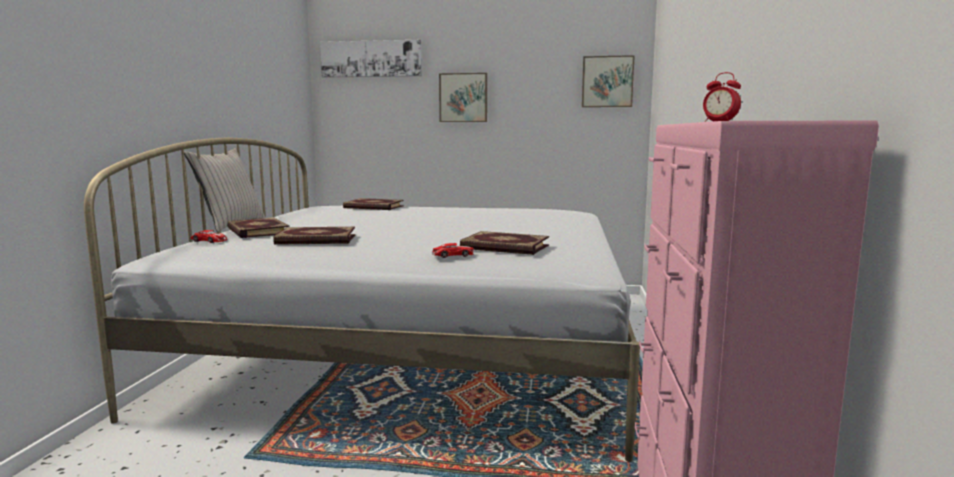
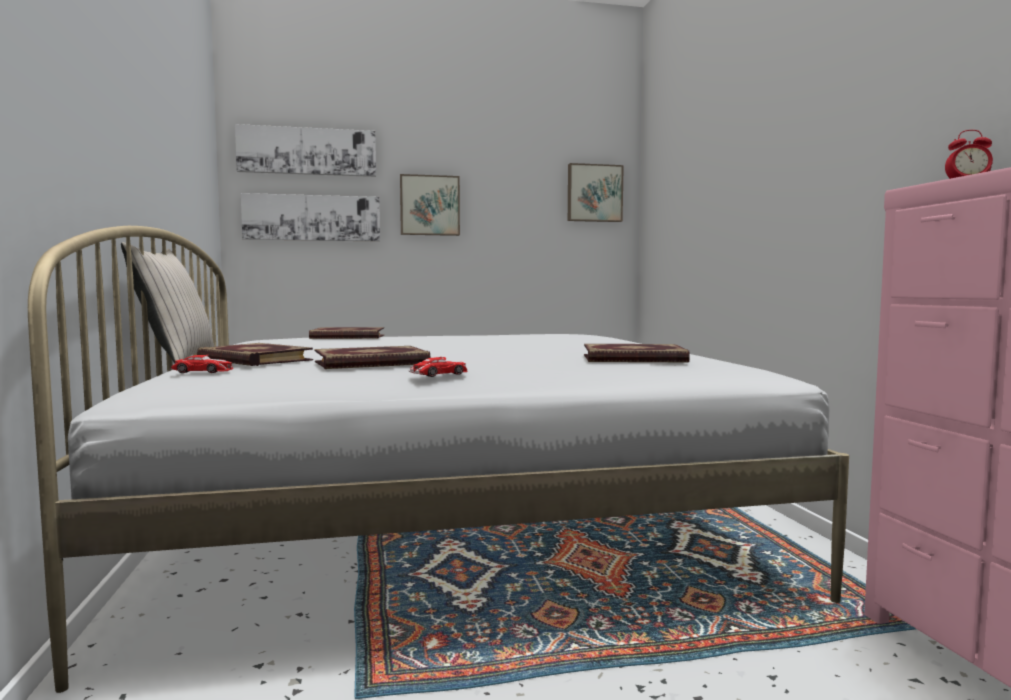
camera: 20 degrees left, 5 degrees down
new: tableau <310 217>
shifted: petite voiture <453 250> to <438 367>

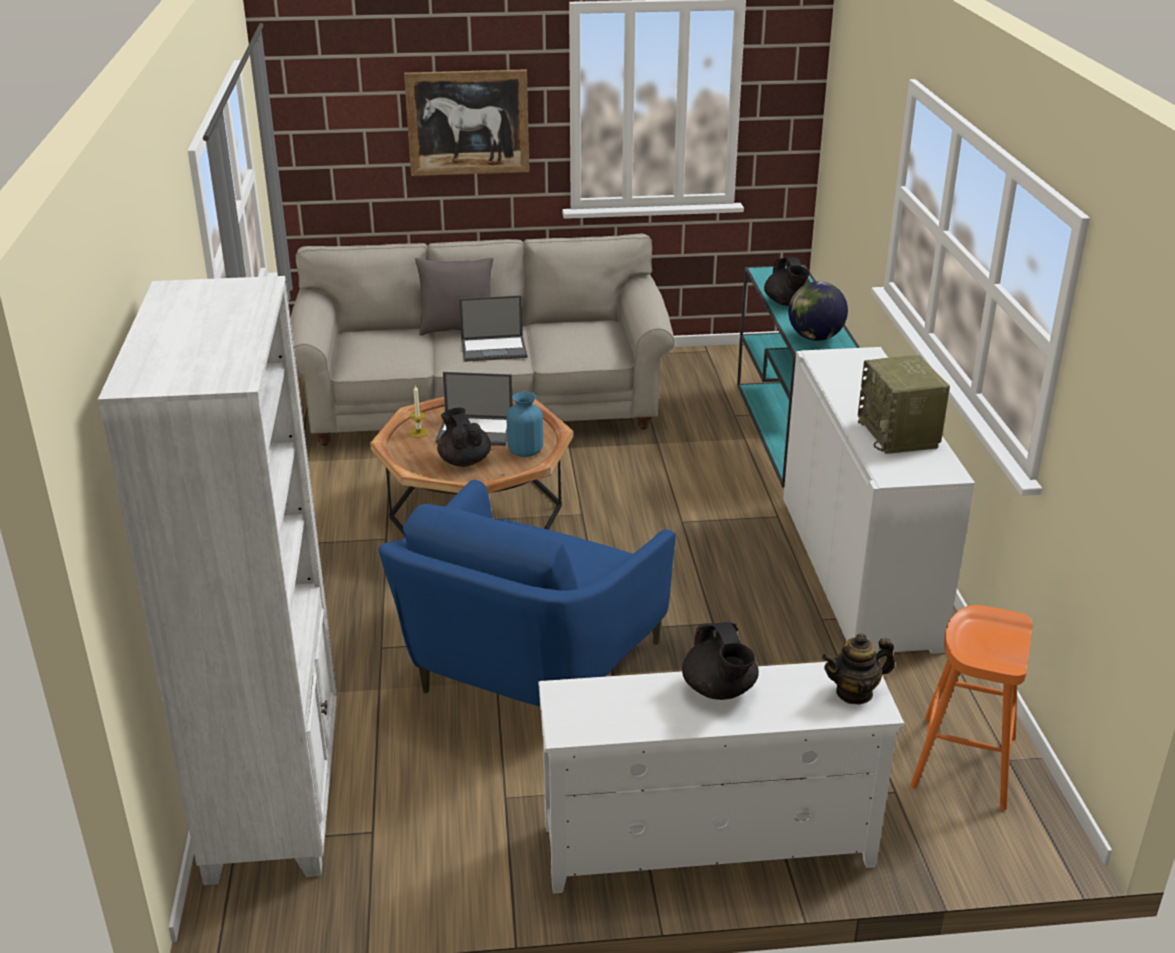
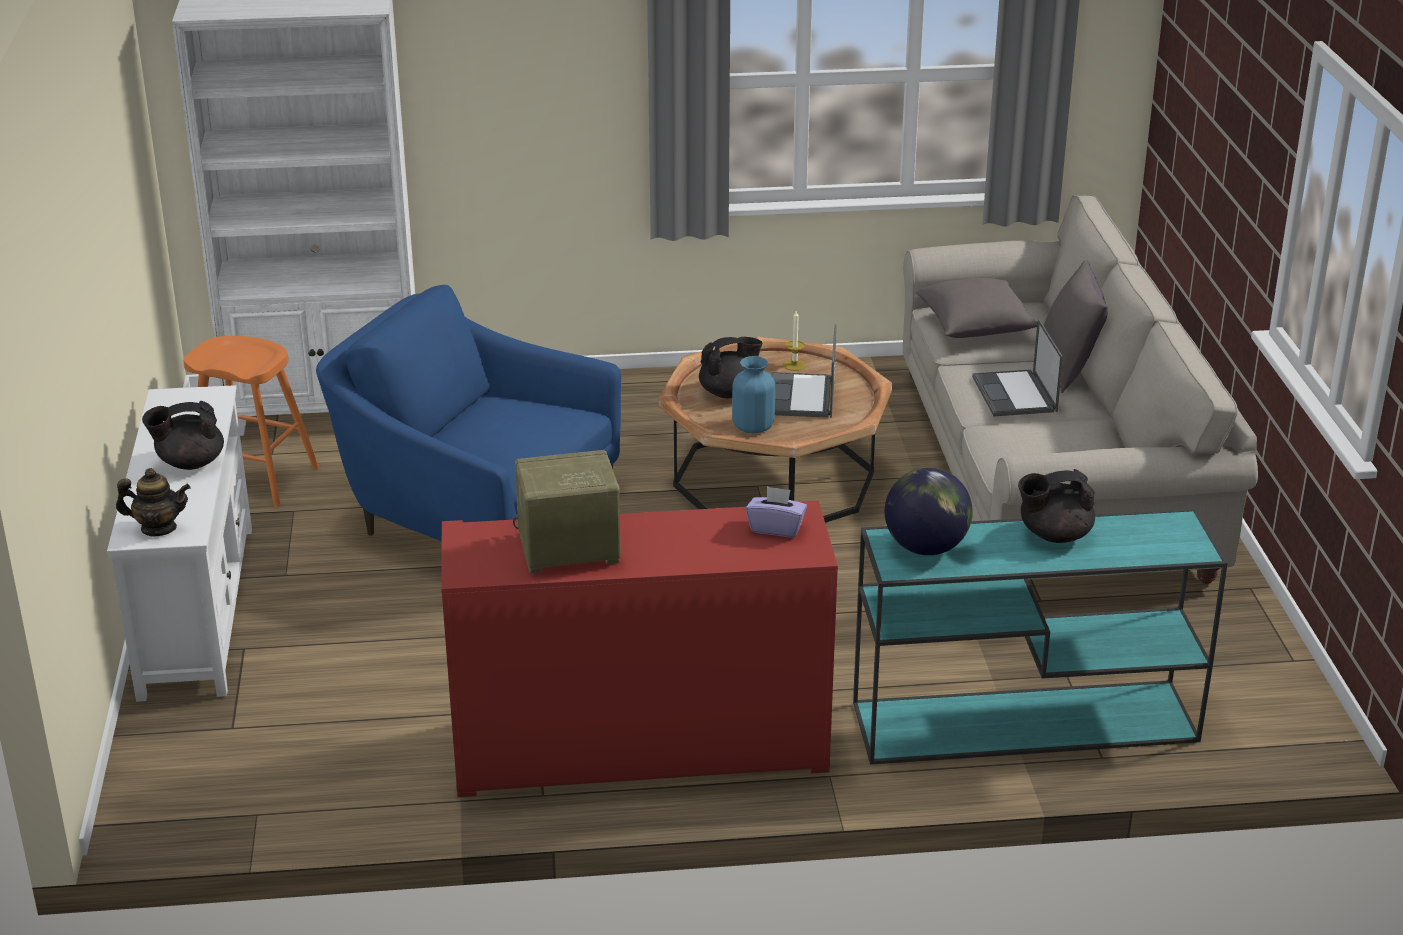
camera: 90 degrees right, 0 degrees up
gone: tableau <466 122>
new: boîte à mouchoirs/violet <776 512>; coussin/gris <976 308>
shifted: tabouret/orange <971 707> to <251 421>
repainted: meuble de rangement/blanc <879 500> to meuble de rangement/rouge <639 649>
rotated: théière <858 668> = <153 502> 105 degrees clockwise

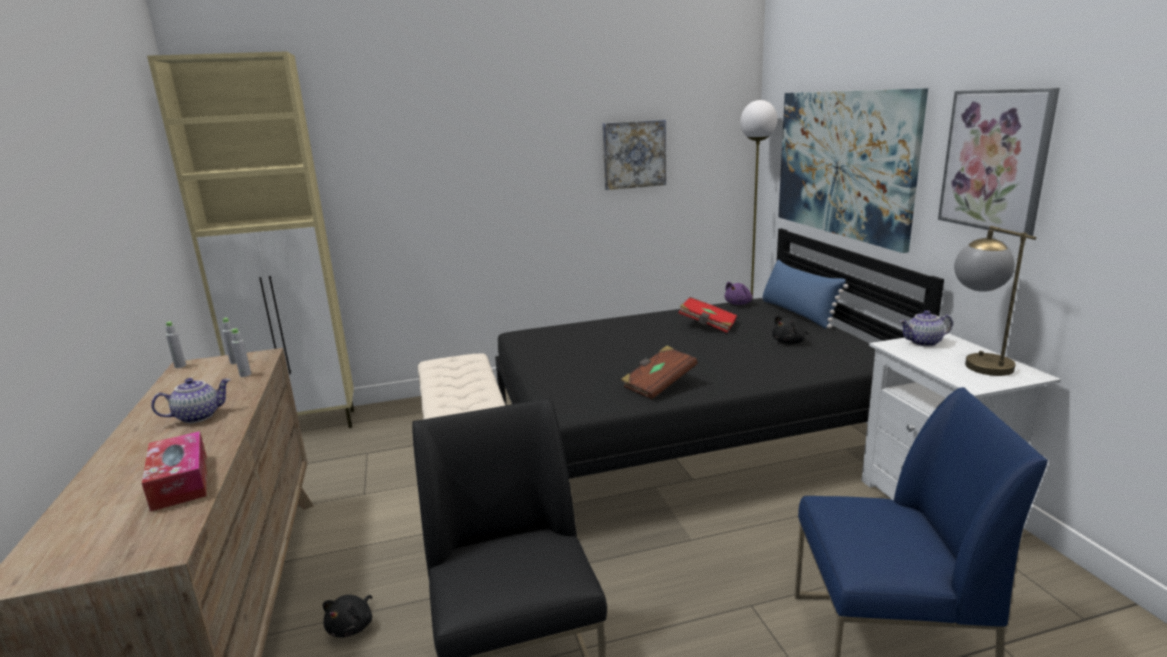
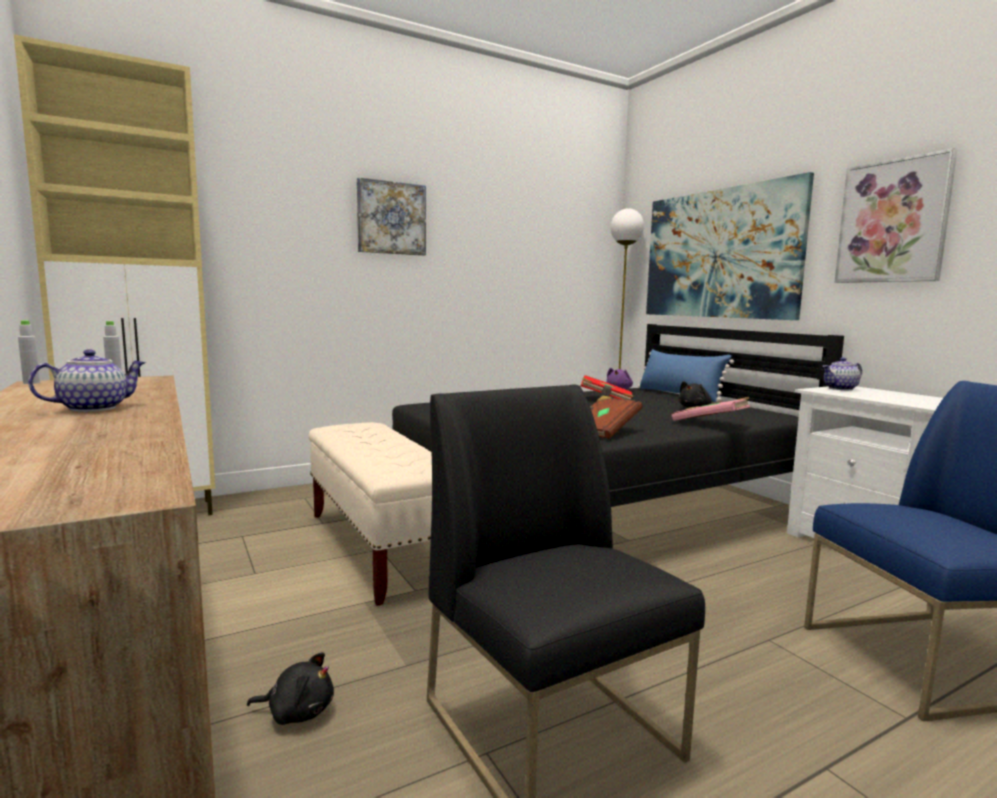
camera: 15 degrees left, 10 degrees down
gone: boîte à mouchoirs <174 471>; bouteille/gris <240 352>; lampe de table <995 301>
new: livre/rose <711 409>
shifted: tableau <634 155> to <391 216>
rotated: peluche/noir <347 616> = <290 688> 90 degrees counterclockwise

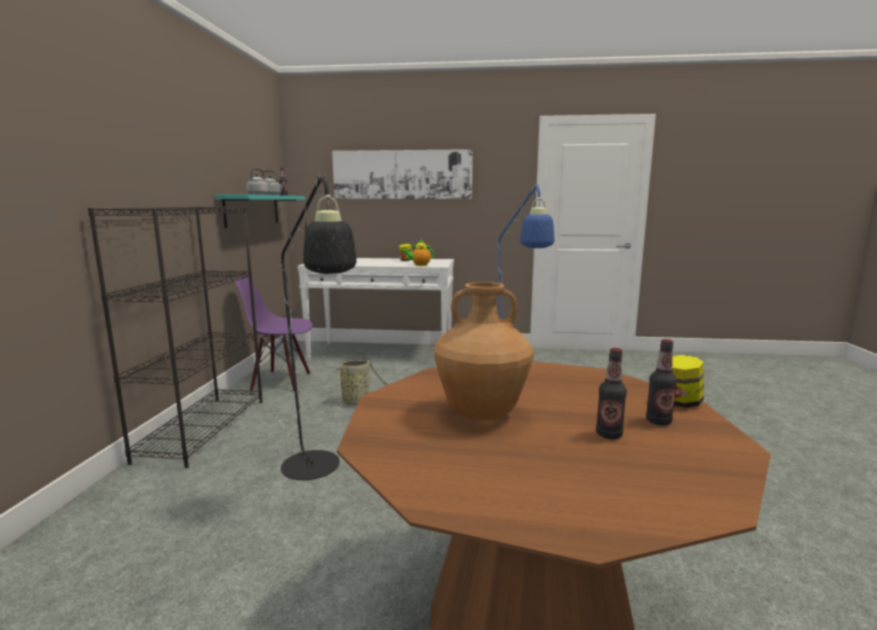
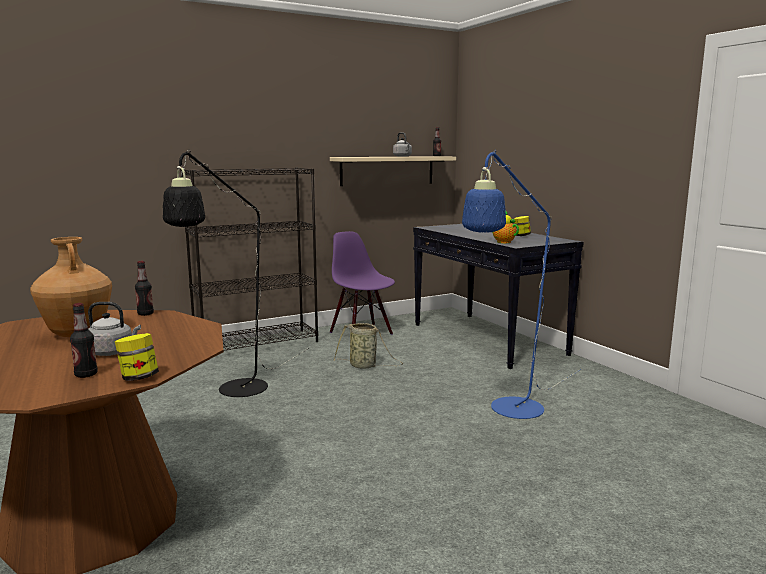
camera: 55 degrees right, 0 degrees up
gone: tableau <402 174>
shifted: bouilloire/gris <259 181> to <114 329>; bouteille <611 393> to <144 288>
repainted: étagère/turquoise <260 211> to étagère/beige <393 171>; table console/blanc <376 309> to table console/noir <498 296>

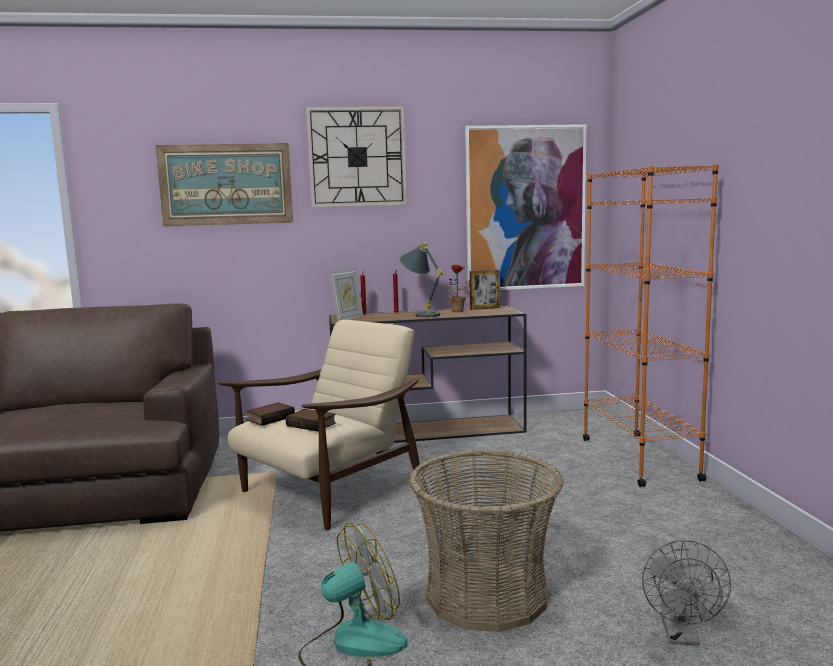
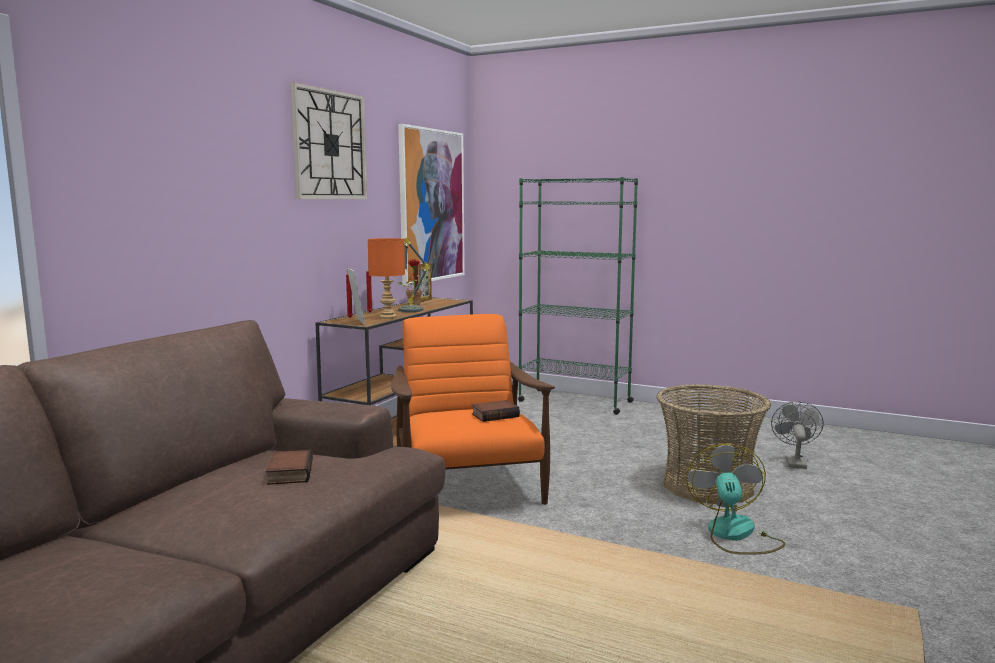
camera: 55 degrees left, 0 degrees up
gone: tableau <224 185>
new: lampe de table/orange <386 278>
shifted: livre <270 414> to <289 467>
repainted: fauteuil/beige <319 425> to fauteuil/orange <473 409>; bibliothèque/orange <651 325> to bibliothèque/vert <578 296>
rotated: ventilateur/gris <686 593> = <797 435> 120 degrees counterclockwise

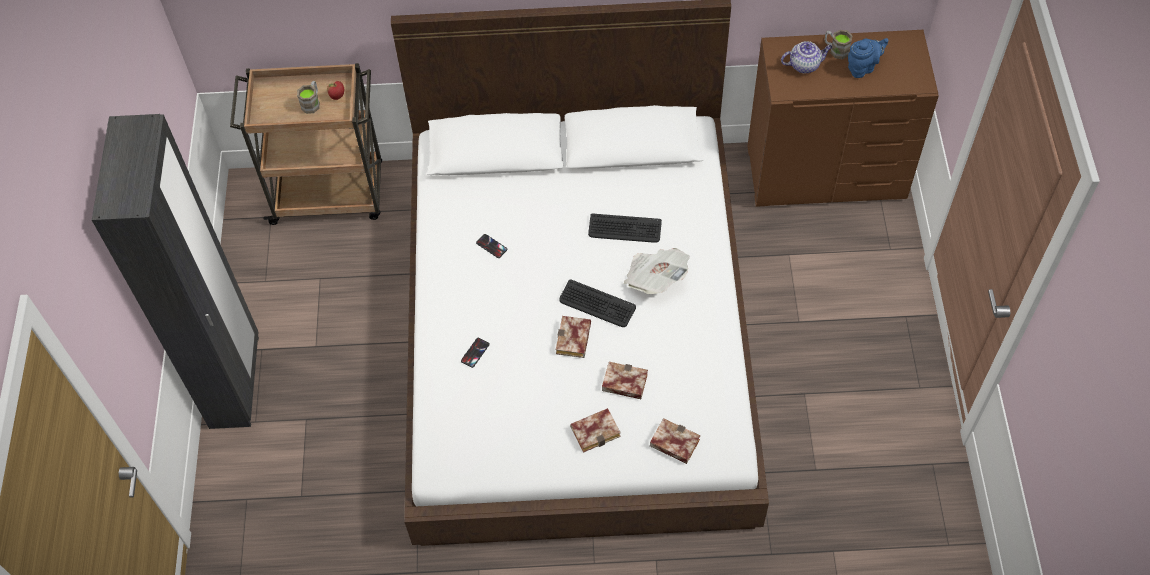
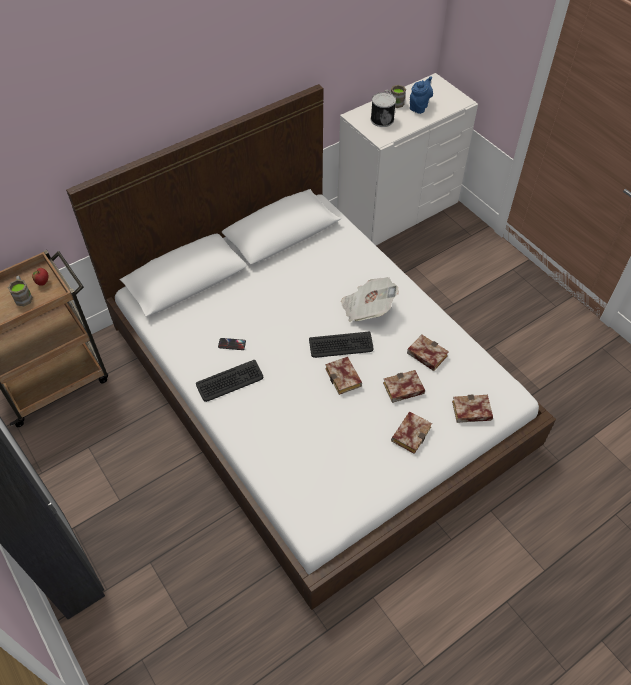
camera: 35 degrees left, 5 degrees down
gone: téléphone <475 352>
new: livre <428 353>
shifted: clavier <625 228> to <229 381>
swapped: théière <806 57> to boîte métallique <383 109>
repainted: commode/marron <843 118> to commode/blanc <407 159>

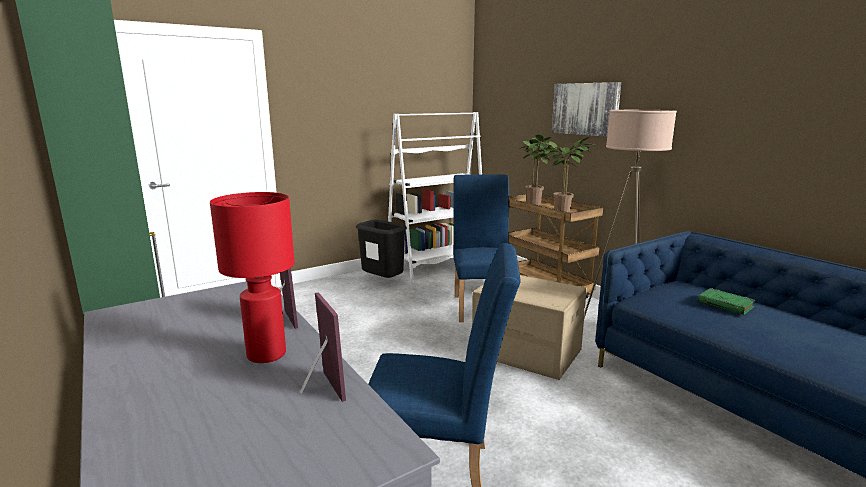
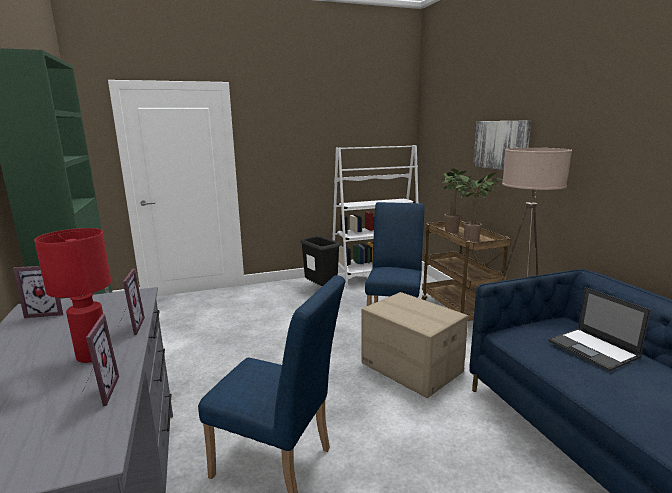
camera: 15 degrees right, 0 degrees up
new: cadre photo <38 292>
swapped: livre/vert <726 301> to ordinateur portable <599 329>

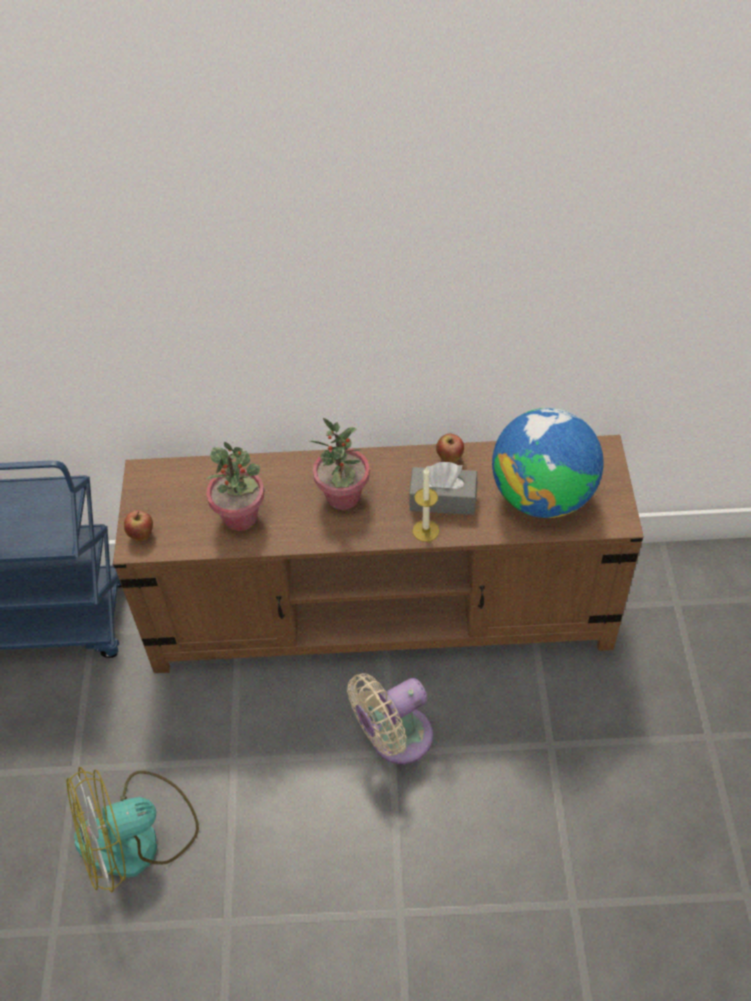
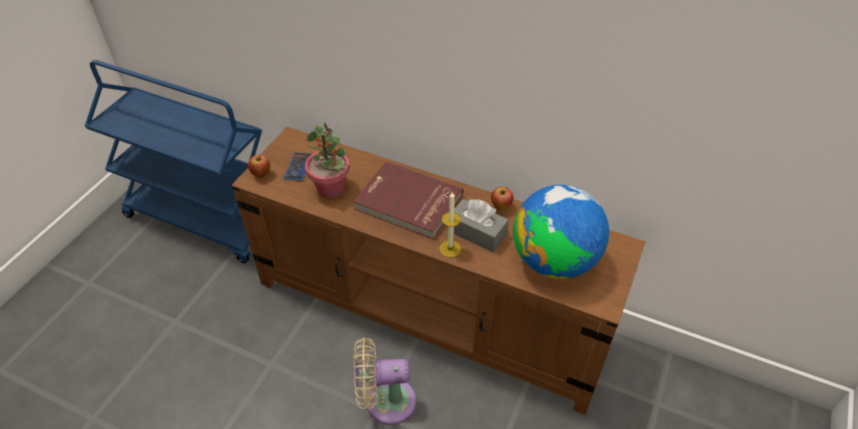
camera: 25 degrees right, 5 degrees down
gone: ventilateur <133 830>
new: téléphone <298 166>
swapped: plante en pot <340 464> to livre/rouge <408 200>

